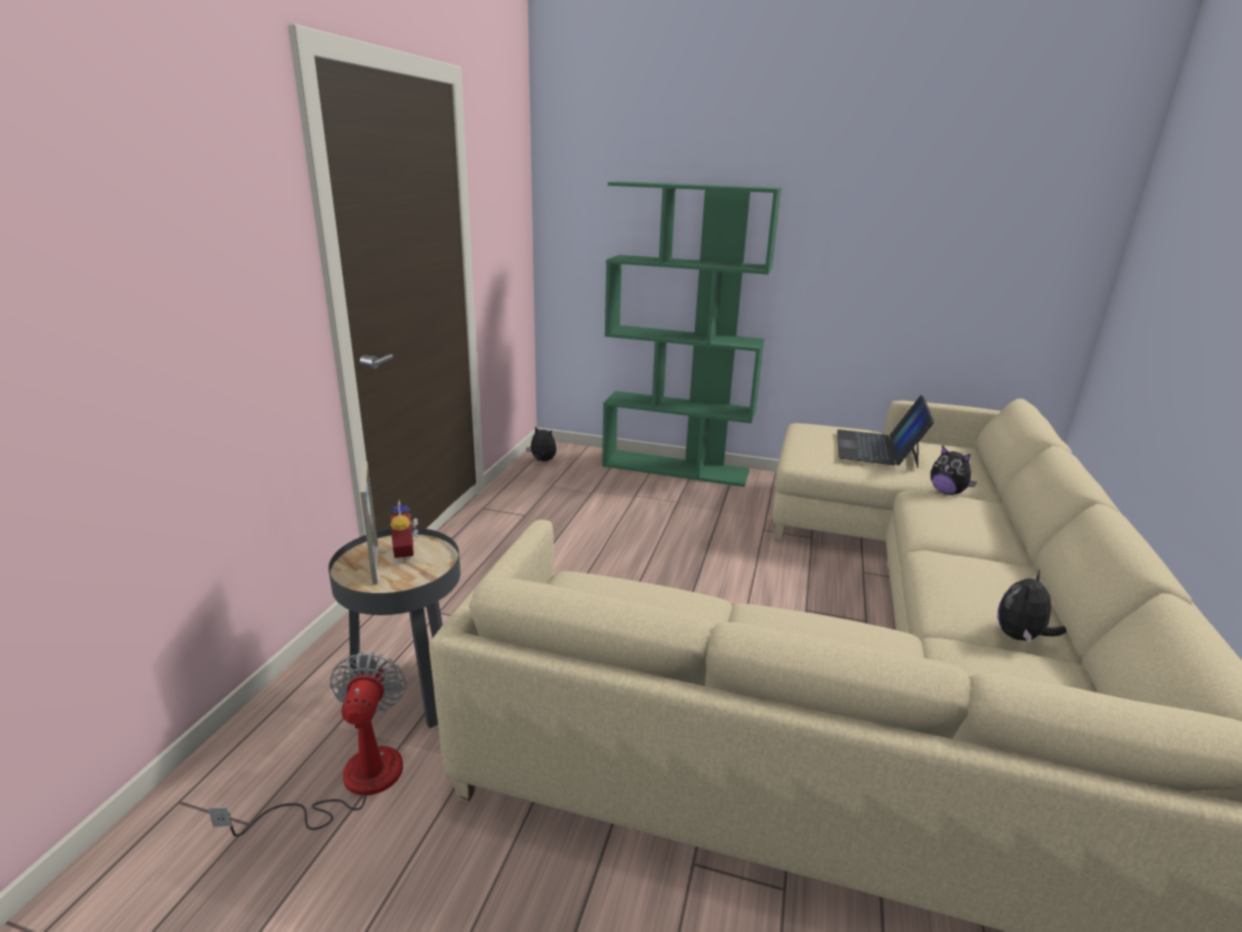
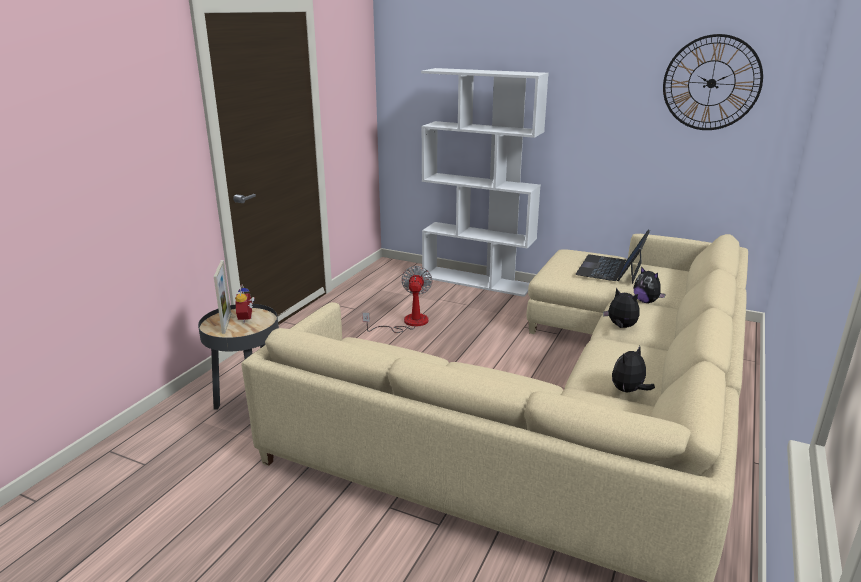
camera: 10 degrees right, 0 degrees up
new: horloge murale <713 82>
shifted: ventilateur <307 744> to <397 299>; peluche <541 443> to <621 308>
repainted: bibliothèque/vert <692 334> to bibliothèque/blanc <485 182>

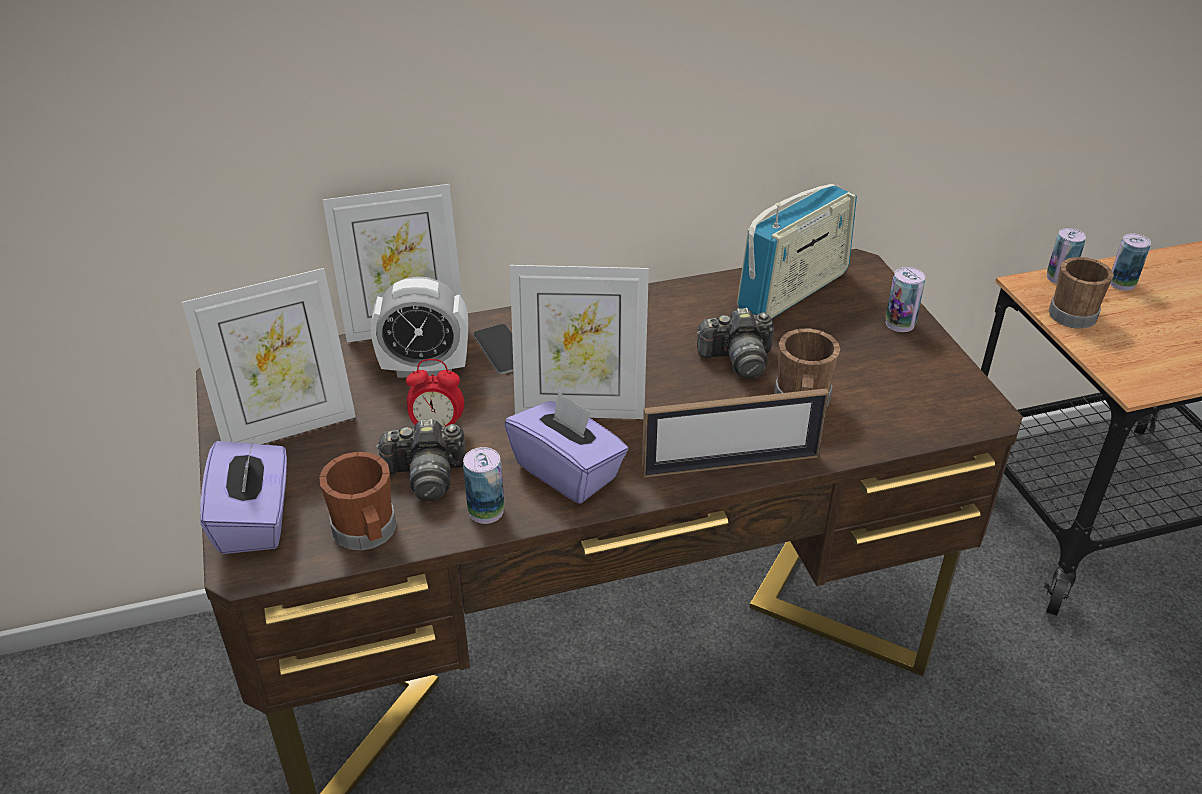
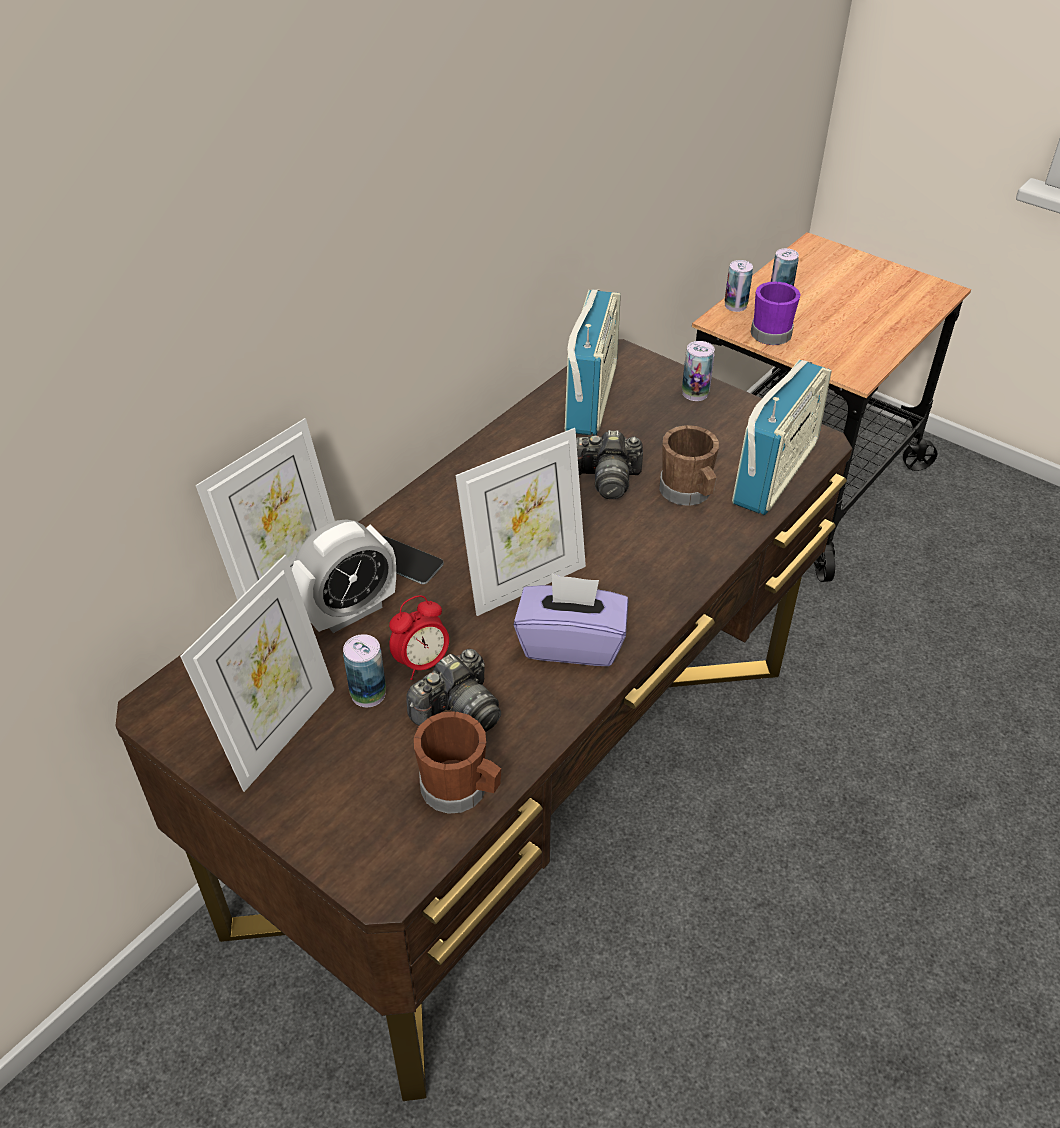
camera: 35 degrees left, 5 degrees up
gone: boîte à mouchoirs/violet <243 496>; cadre photo <735 433>
new: radio <782 437>
shifted: boîte métallique <483 485> to <364 670>
repainted: mug/marron <1081 293> to mug/violet <775 313>
rotated: appareil photo <735 343> = <609 464> 45 degrees clockwise

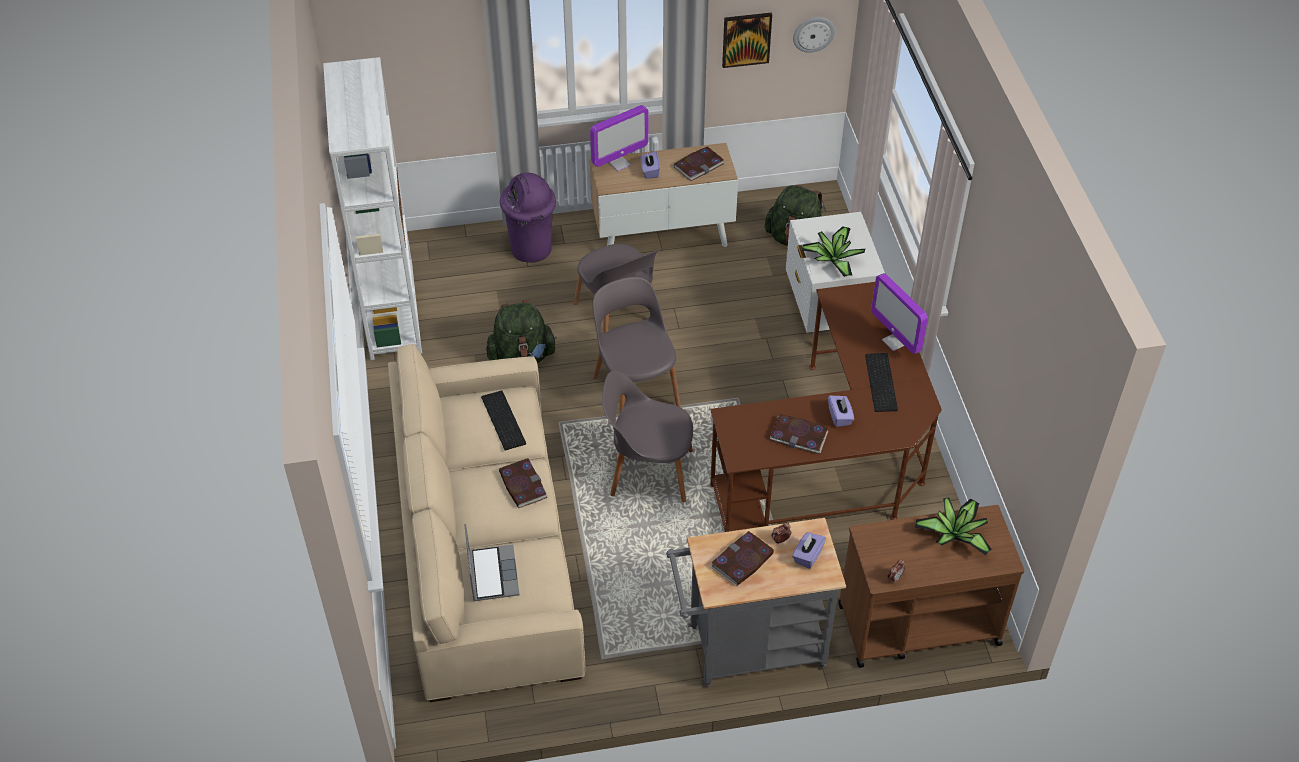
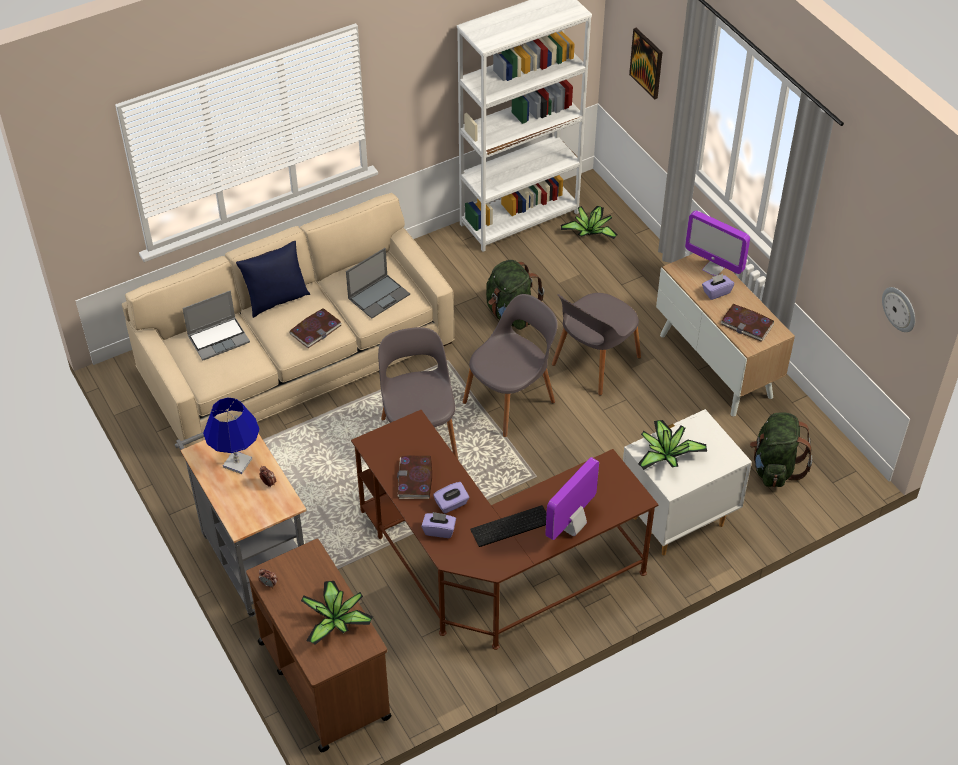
camera: 70 degrees right, 0 degrees up
gone: poubelle/violet <528 218>
new: coussin/bleu <273 279>; plante en pot <589 222>
shifted: tableau <747 40> to <645 63>; boîte à mouchoirs/violet <809 550> to <438 525>
swapped: clavier <503 420> to ordinateur portable <378 283>; livre <742 558> to lampe de table/bleu <231 435>

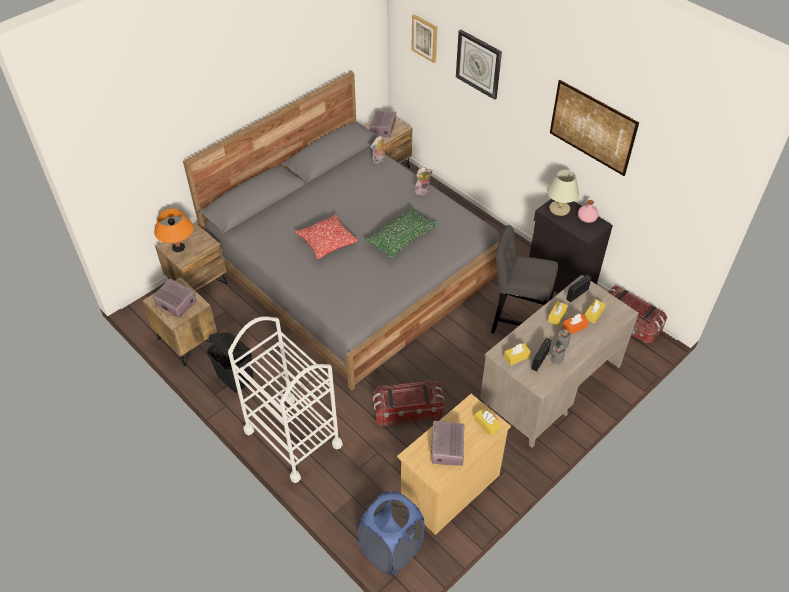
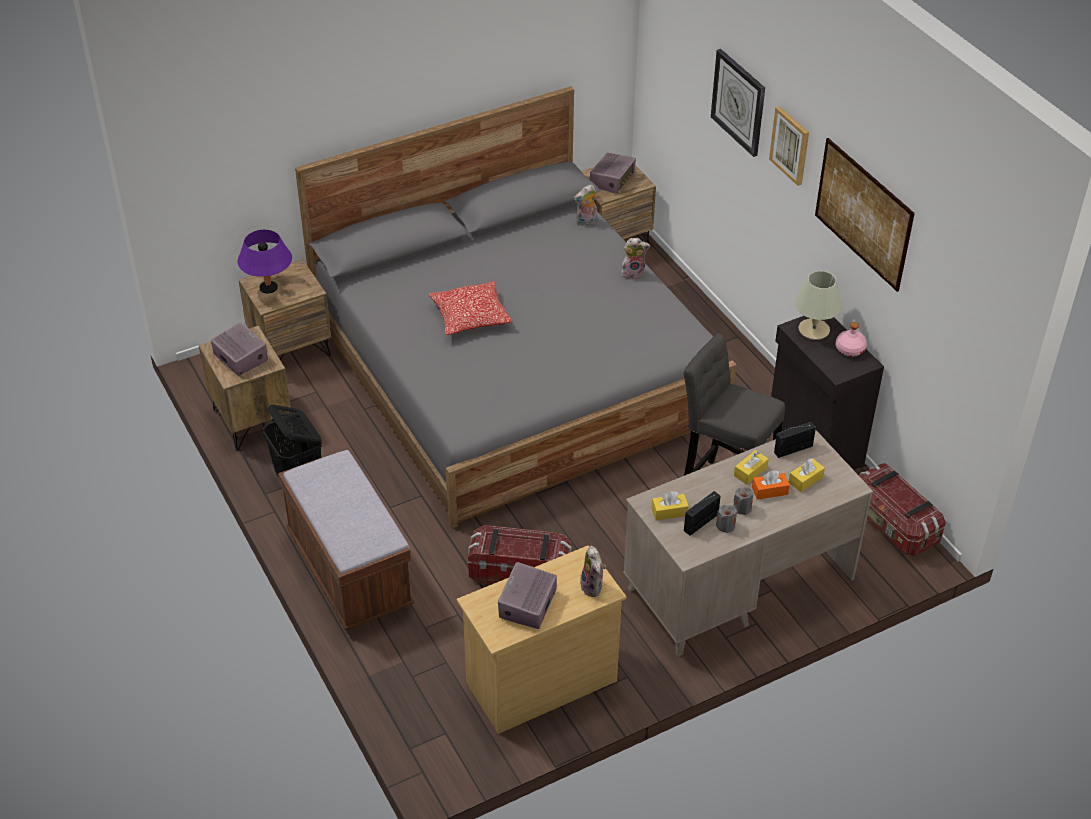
camera: 15 degrees right, 5 degrees down
gone: panier à linge/bleu <391 533>; coussin/vert <402 233>
shifted: tableau <424 38> to <789 146>
swapped: chariot/blanc <285 400> to banc/marron <346 540>; boîte à mouchoirs/jaune <487 422> to peluche <593 571>
repainted: lampe de table/orange <173 230> to lampe de table/violet <265 262>

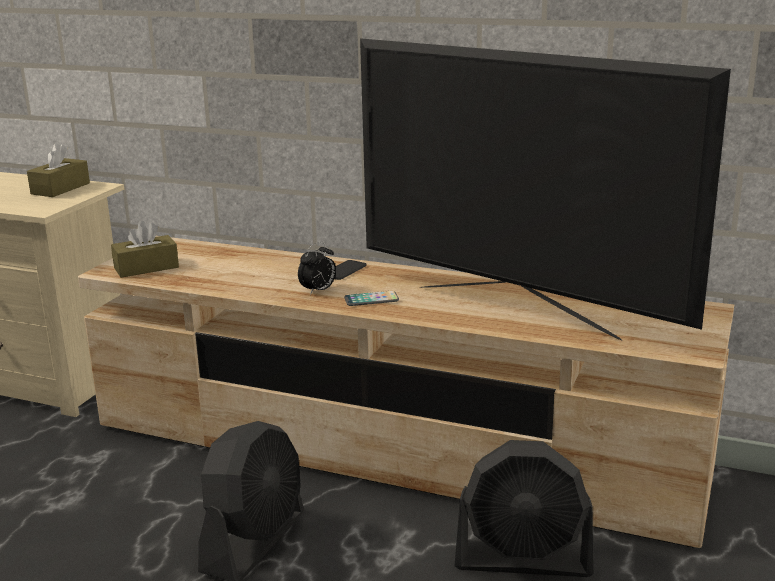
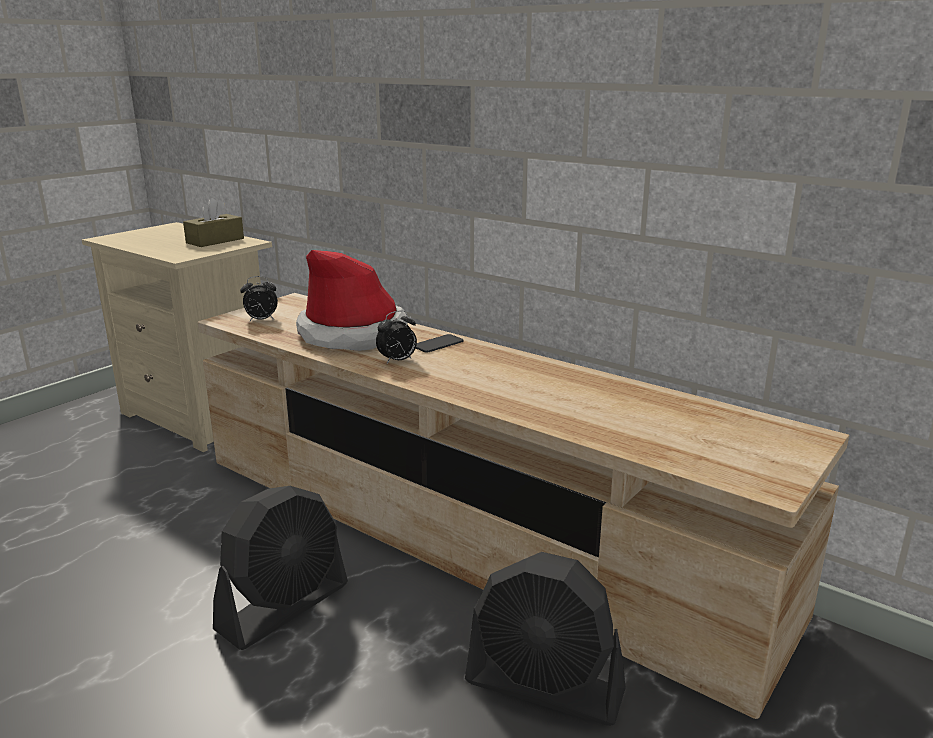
camera: 15 degrees right, 0 degrees up
gone: téléphone <371 298>; téléviseur <545 189>
new: chapeau <351 300>
swapped: boîte à mouchoirs/marron <145 249> to réveil <259 298>

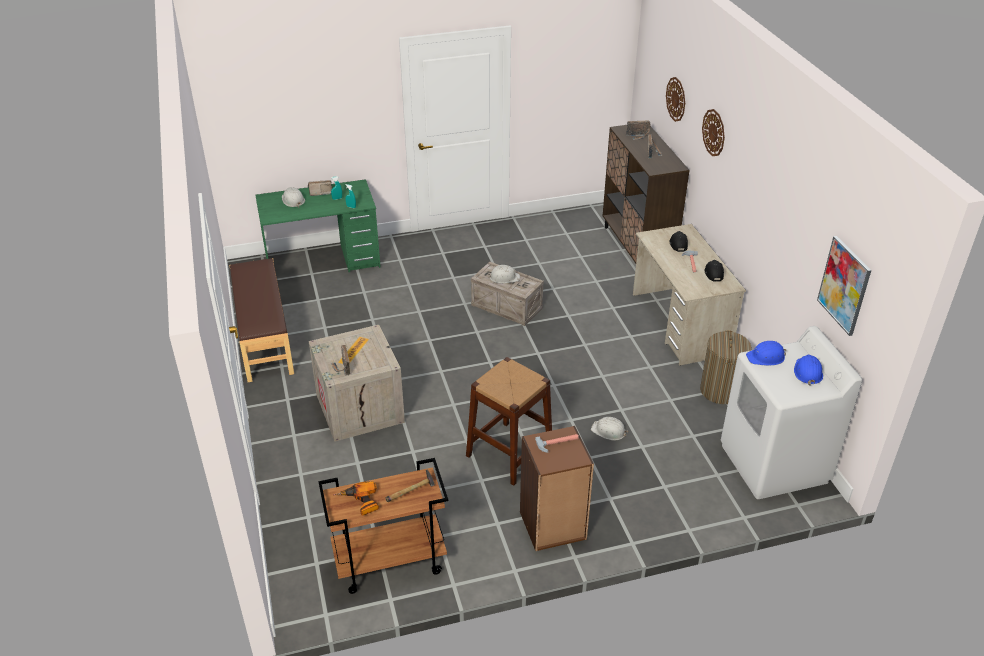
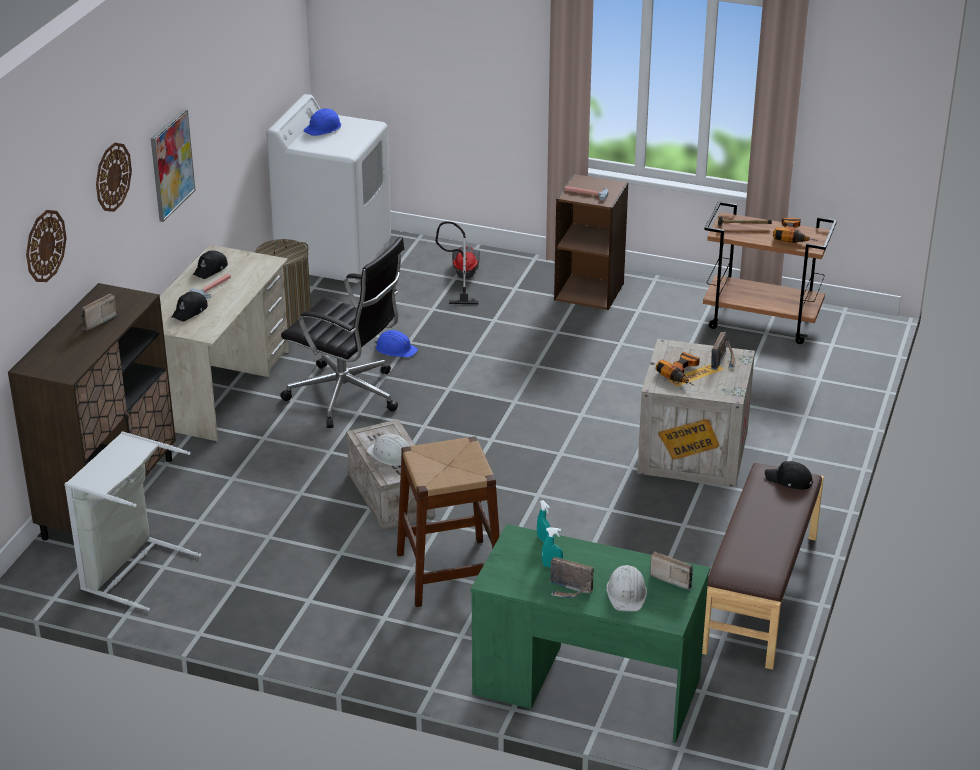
camera: 145 degrees left, 5 degrees down
gone: casque de chantier/blanc <609 429>
new: panier à linge/gris <133 521>; chaise de bureau/noir <342 332>; aspirateur <457 262>; perceuse <678 369>; casquette/noir <789 475>
shifted: tabouret/marron <509 421> to <448 521>; radio <638 130> to <671 570>; casque de chantier/bleu <766 353> to <396 343>; tableau <844 286> to <173 165>

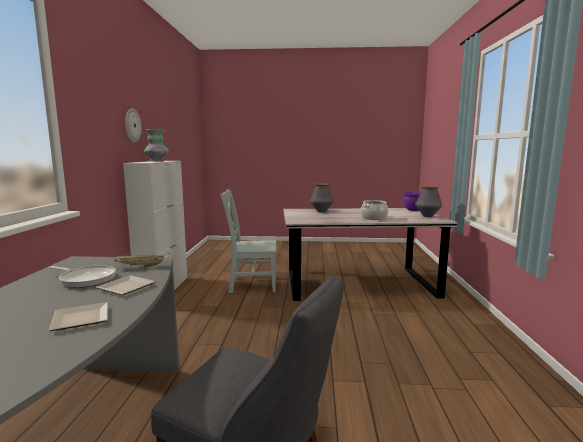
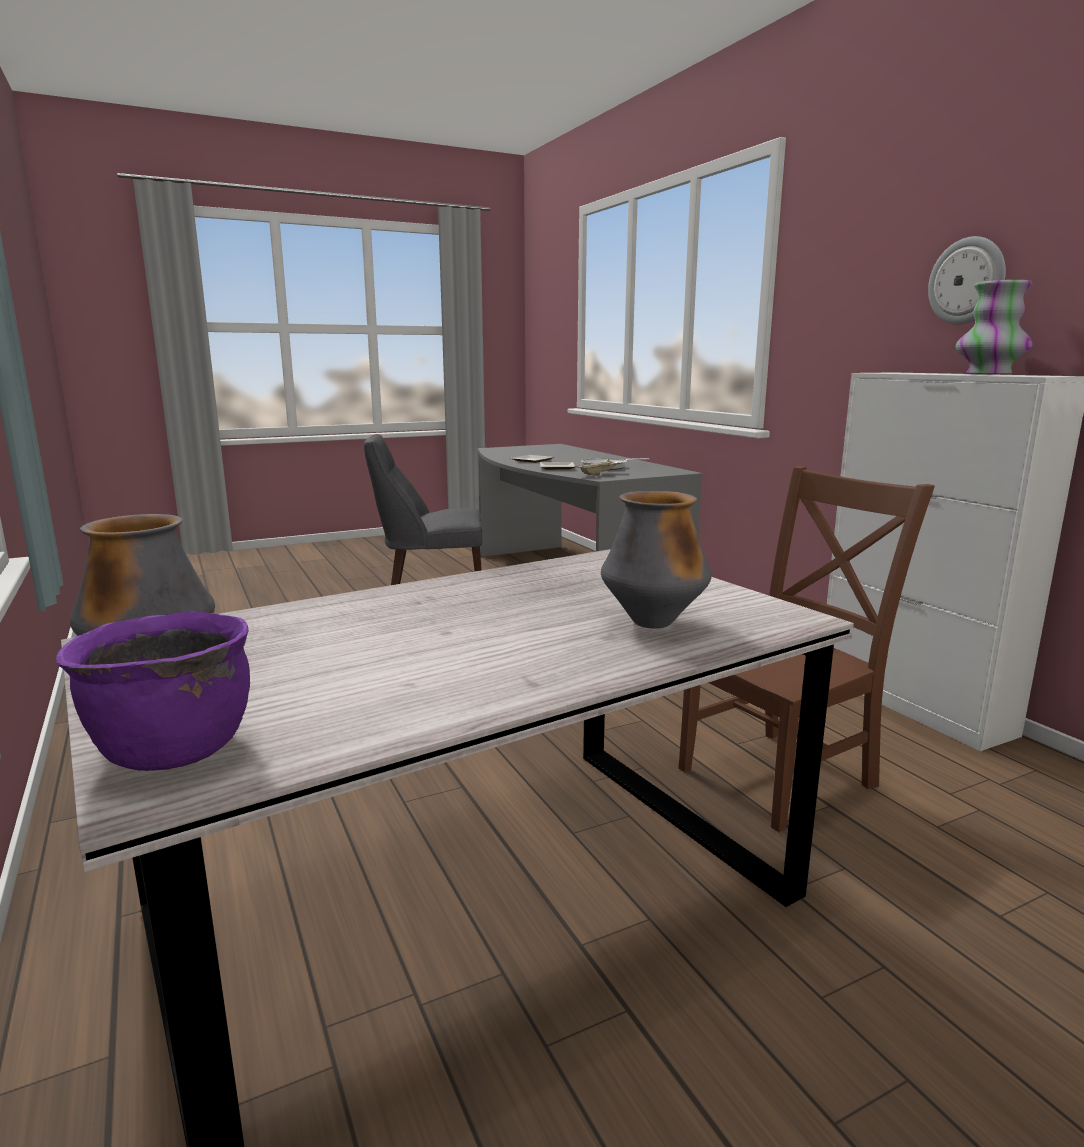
camera: 150 degrees right, 5 degrees up
gone: marmite <374 210>
repainted: chaise/gris <248 241> to chaise/marron <807 649>

